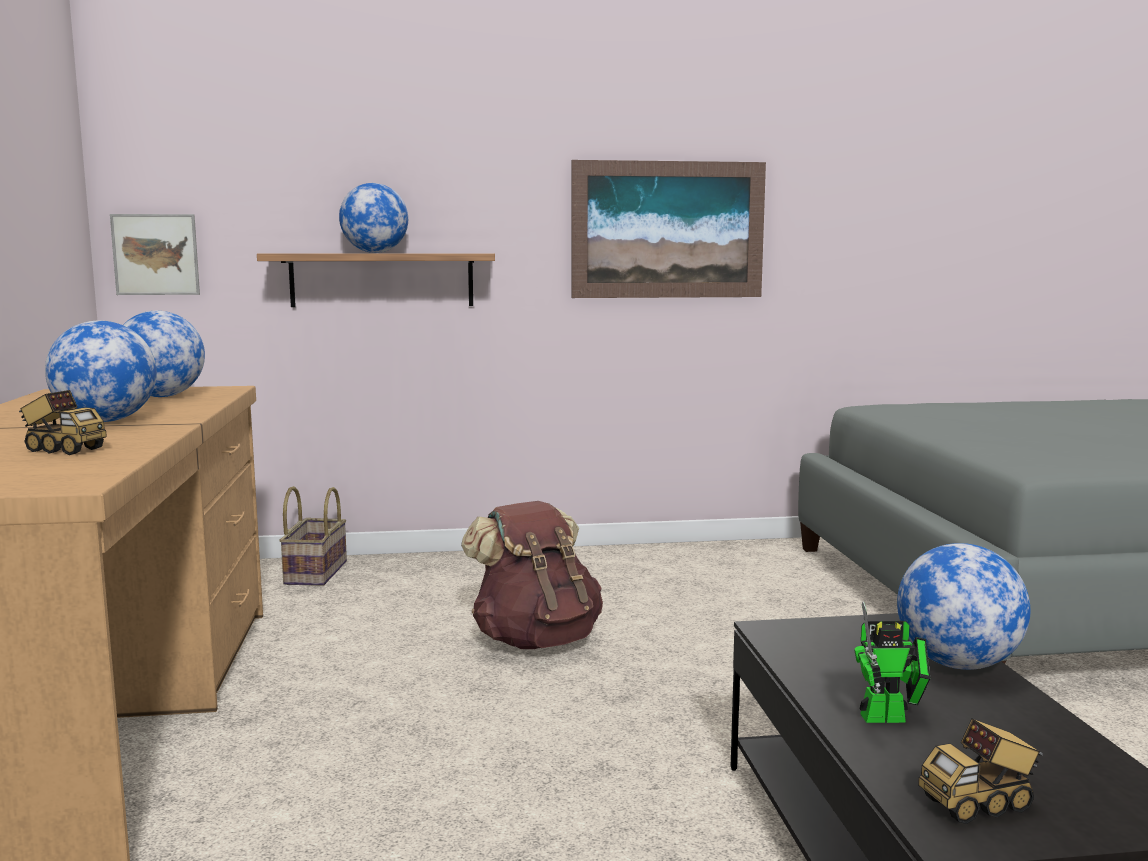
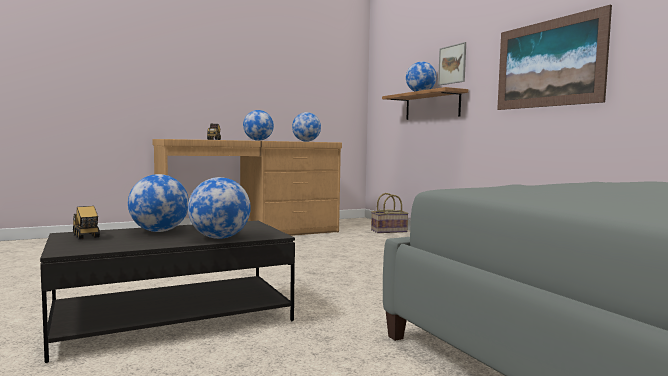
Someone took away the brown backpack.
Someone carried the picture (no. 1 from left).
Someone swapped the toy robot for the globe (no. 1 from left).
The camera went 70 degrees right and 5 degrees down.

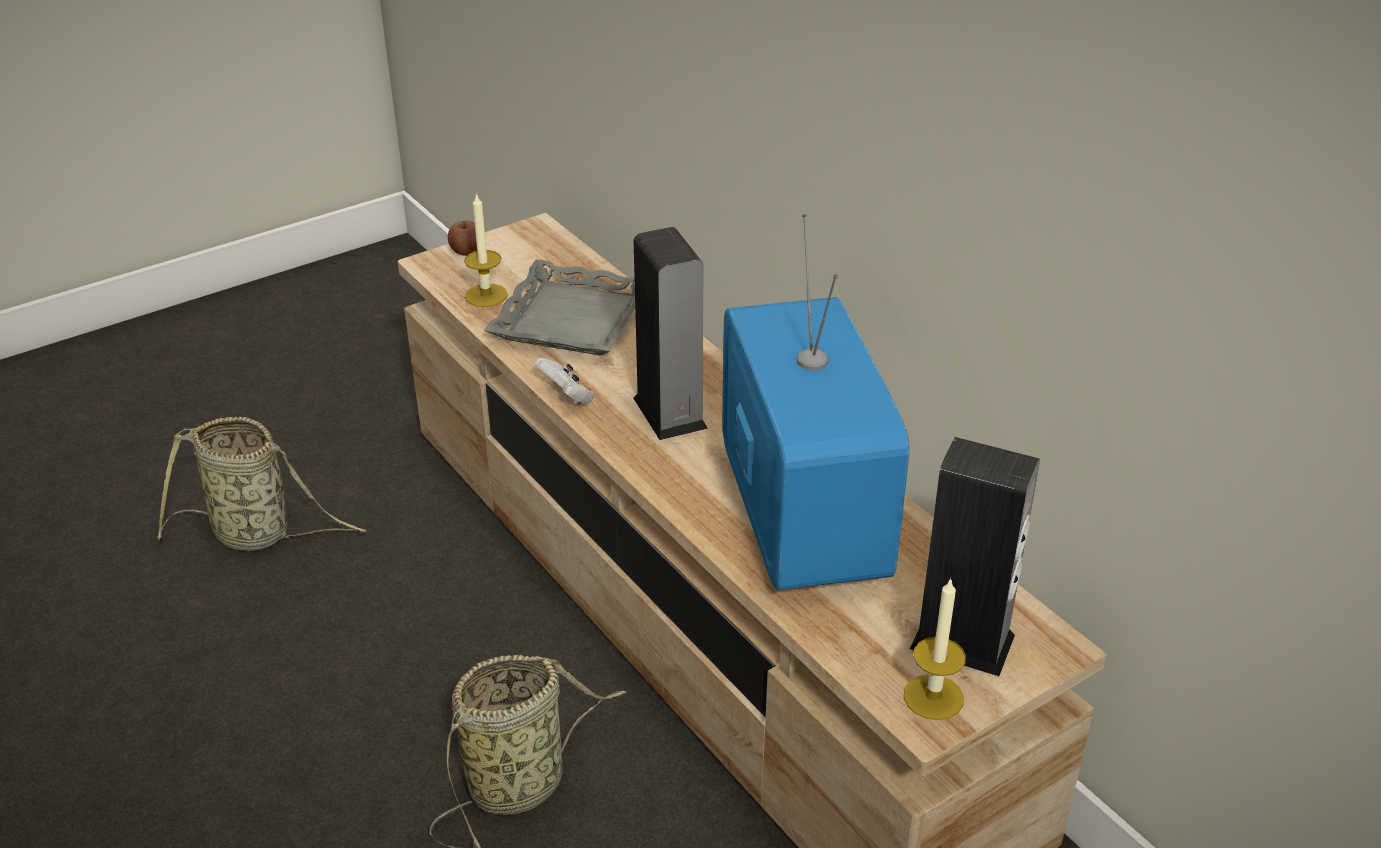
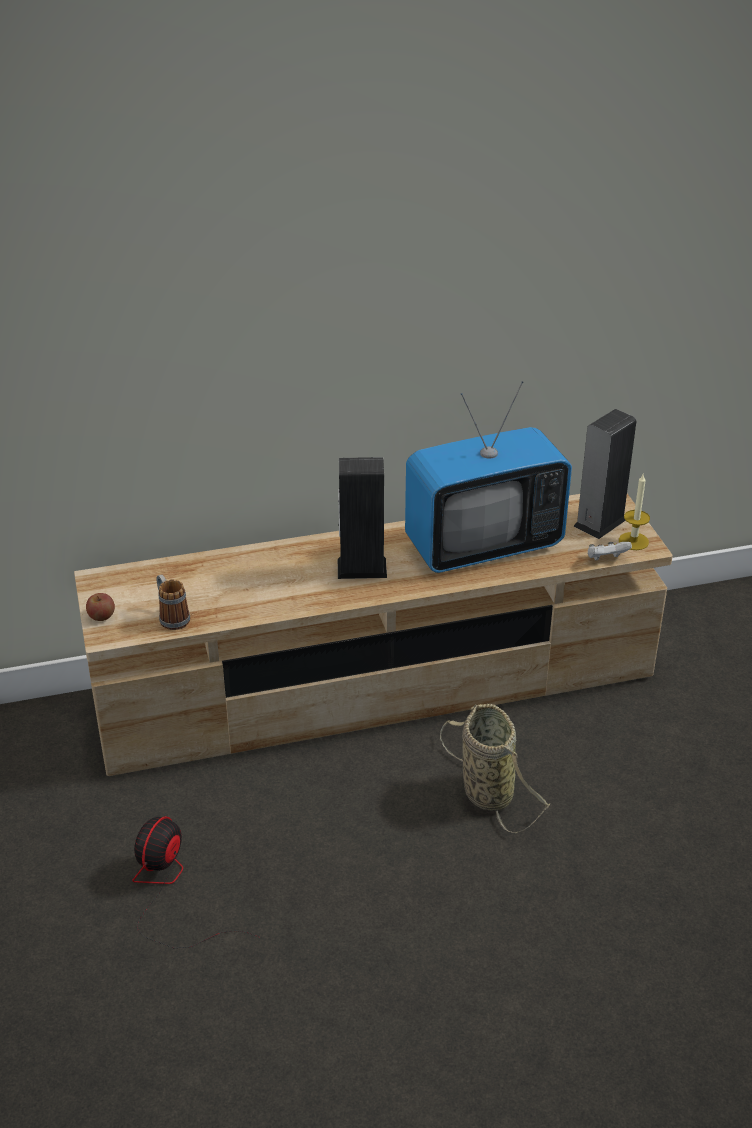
Someone took away the grey tray.
Someone carried the white game controller.
Someone swapped the basket (no. 1 from left) for the fan.
Someone swapped the candle (no. 1 from left) for the mug.
Someone rotated the television by 150 degrees clockwise.
The camera went 70 degrees left and 0 degrees up.

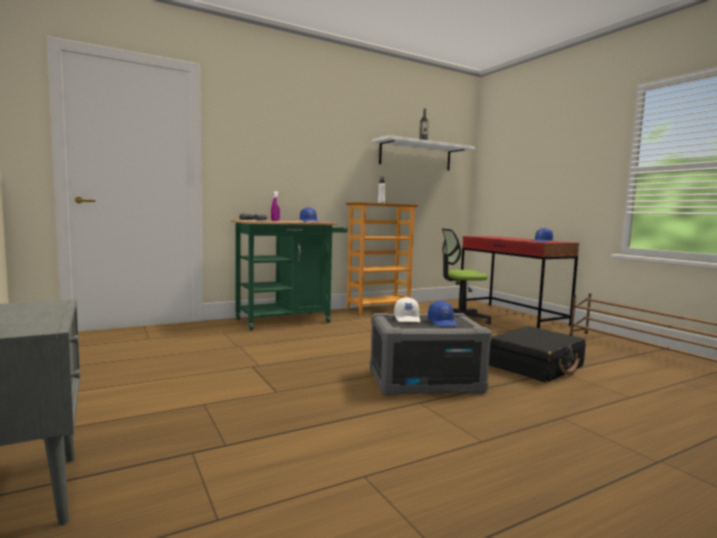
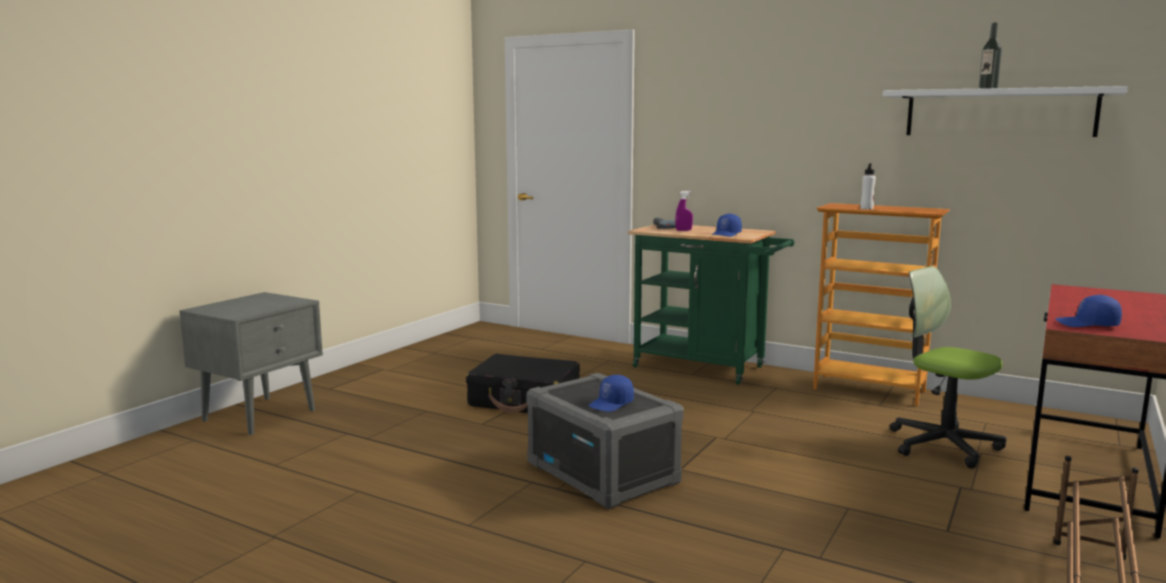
Someone took away the white cap.
Someone carried the black suitcase.
The camera went 60 degrees right and 5 degrees up.

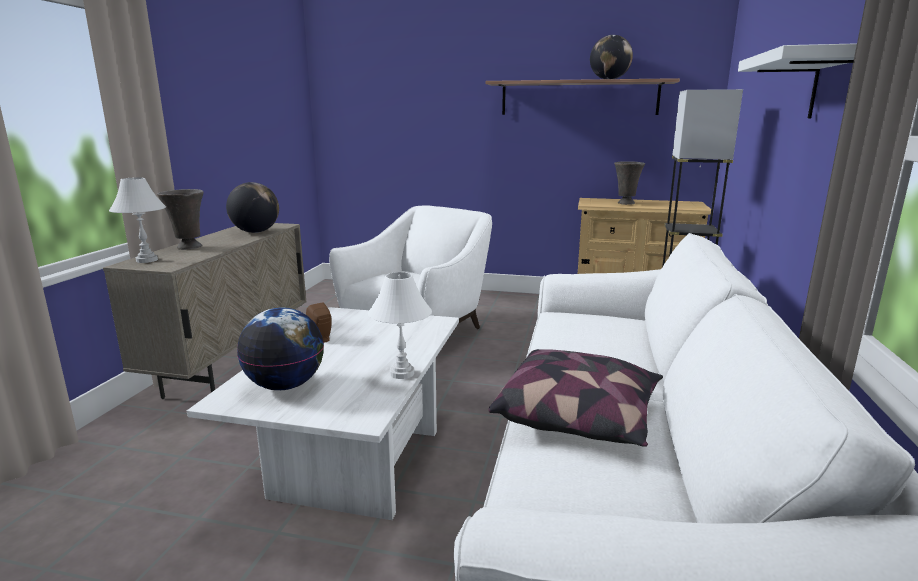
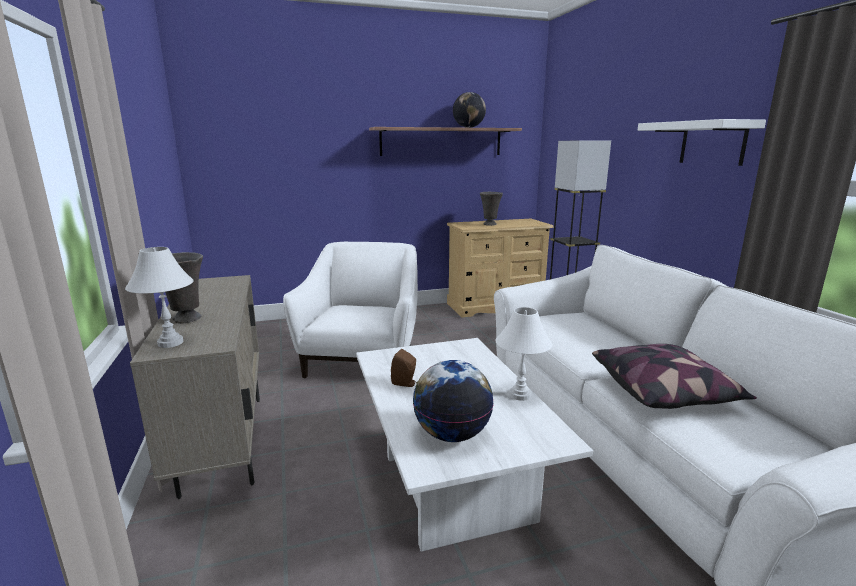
Someone took away the globe (no. 1 from left).
The camera went 30 degrees left and 0 degrees up.

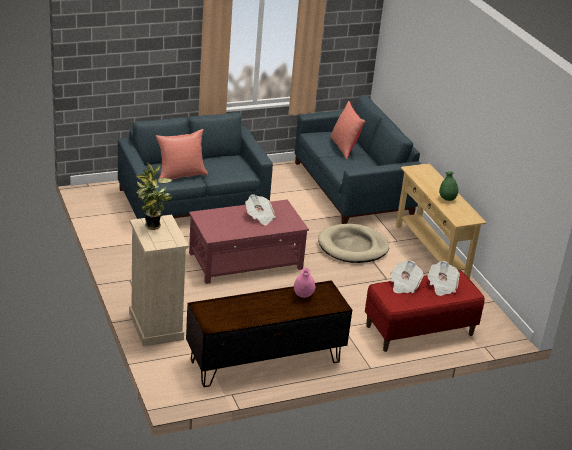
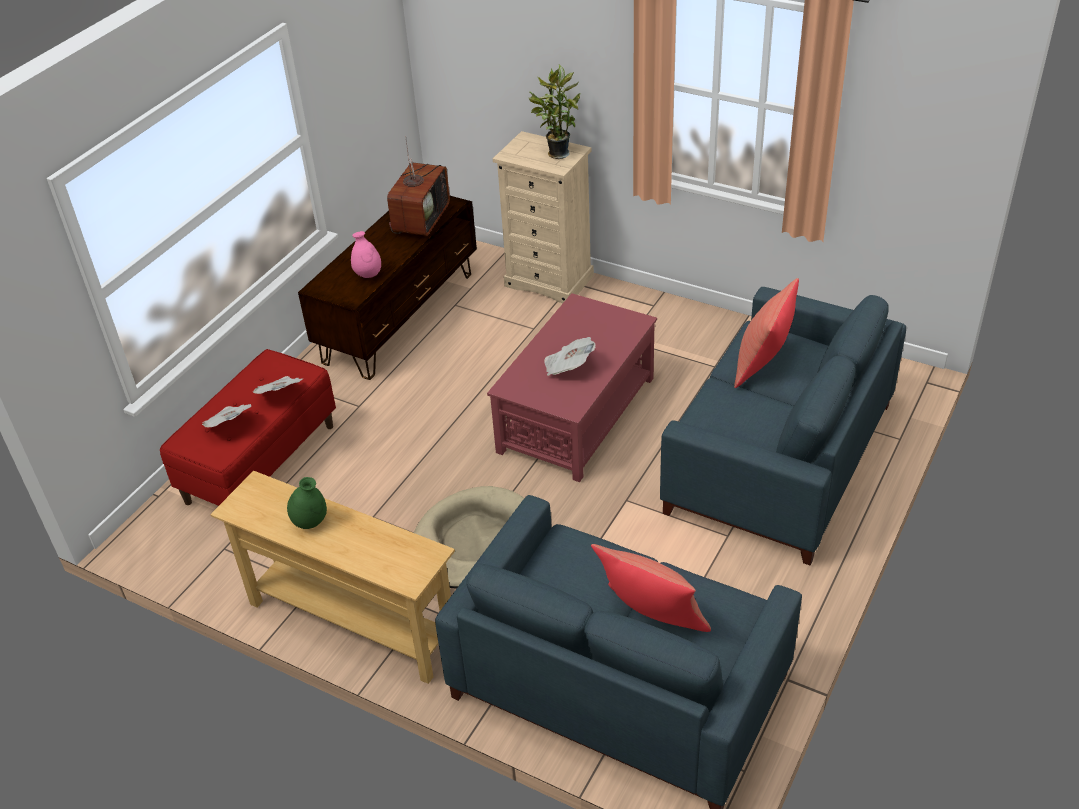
Someone put down the television.
The camera went 145 degrees right and 10 degrees up.

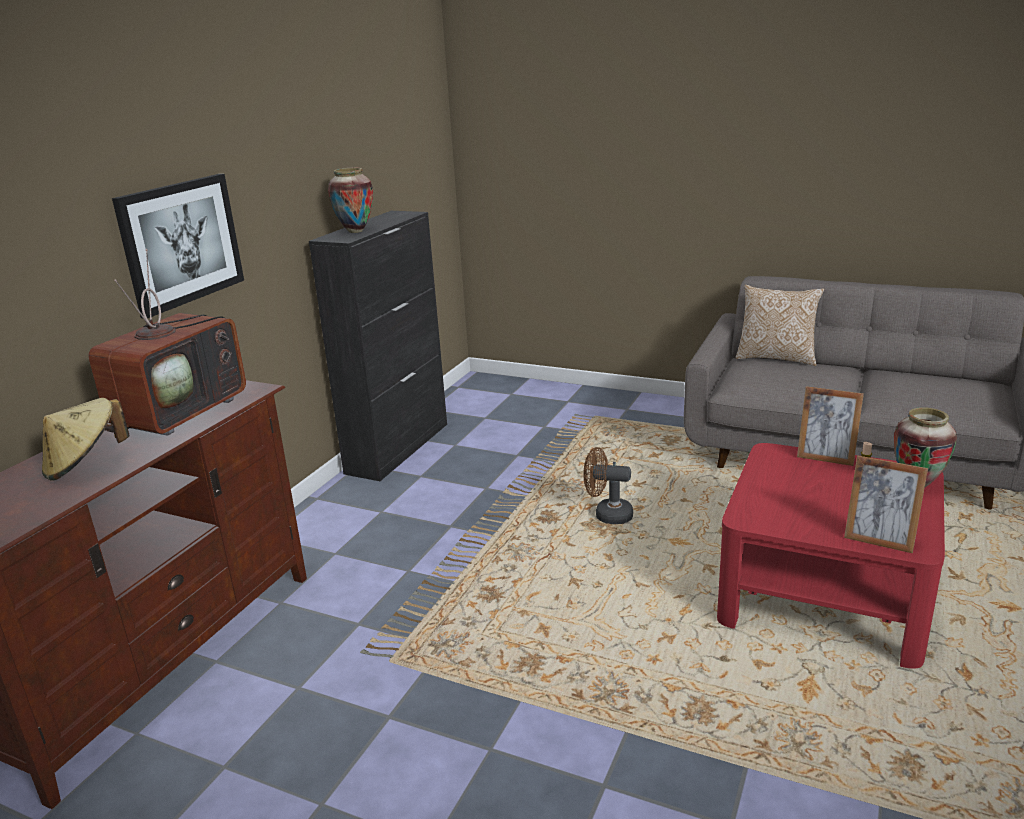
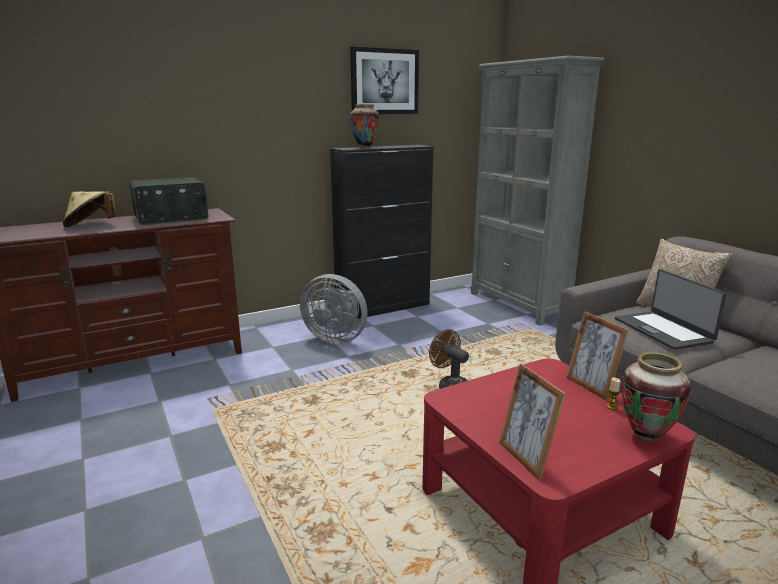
Someone put down the grey fan.
Someone put down the grey bookcase.
Someone put down the laptop.
Someone carried the picture.
Someone swapped the television for the radio.
The camera went 35 degrees right and 5 degrees down.

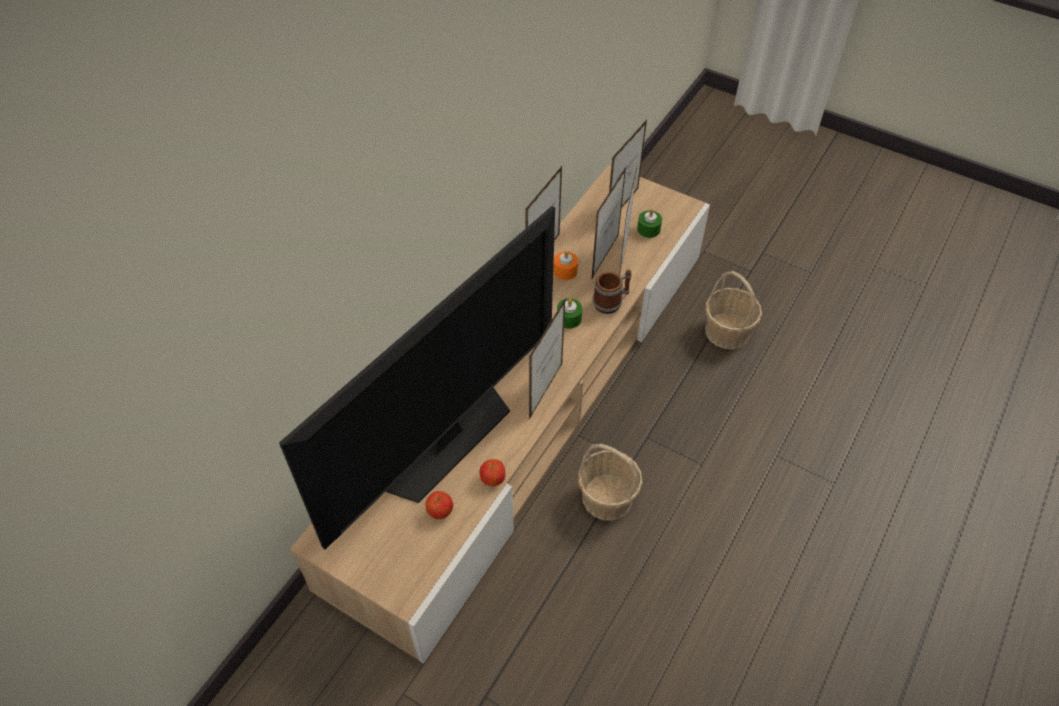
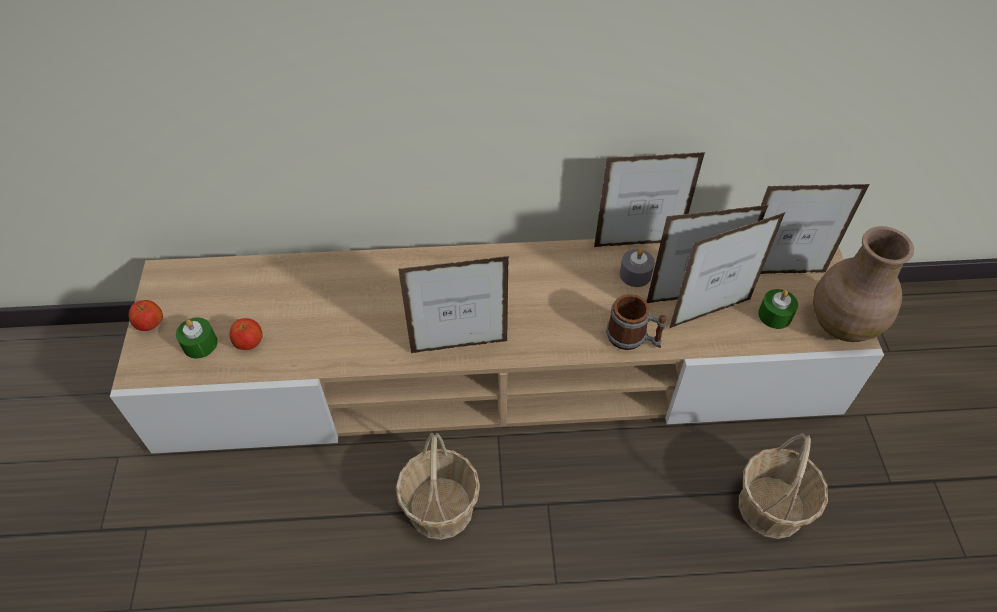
Someone took away the television.
Someone put down the brown vase.
Someone carried the apple (no. 2 from left in the first image).
Someone carried the green candle (no. 1 from left).
Someone repainted the orange candle, which became the grey candle.
The camera went 55 degrees right and 0 degrees up.

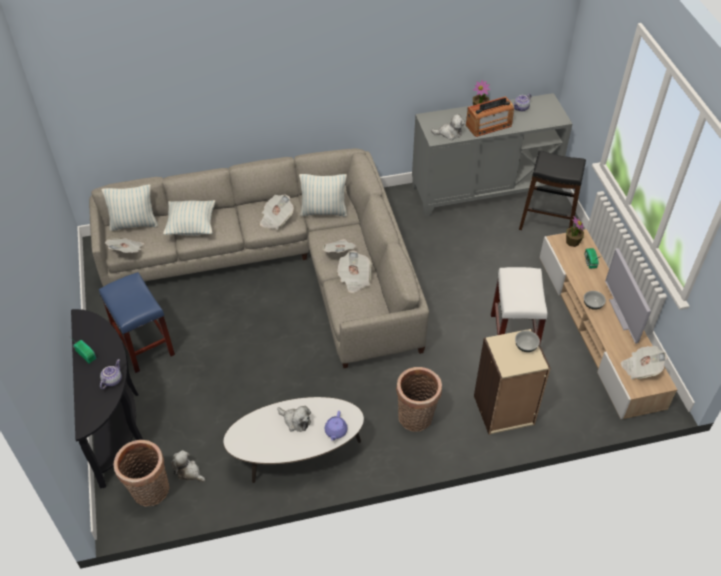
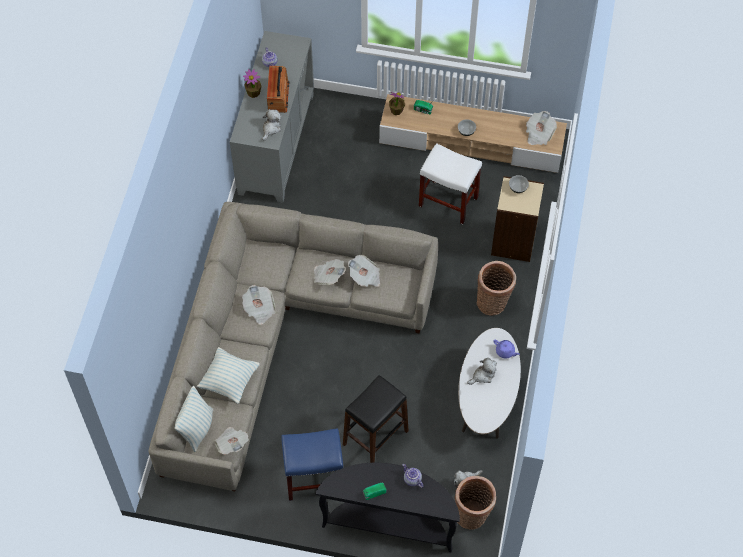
Someone took away the pillow (no. 3 from left).
Someone took away the television.
Someone carried the black stool.
The camera went 65 degrees left and 10 degrees up.

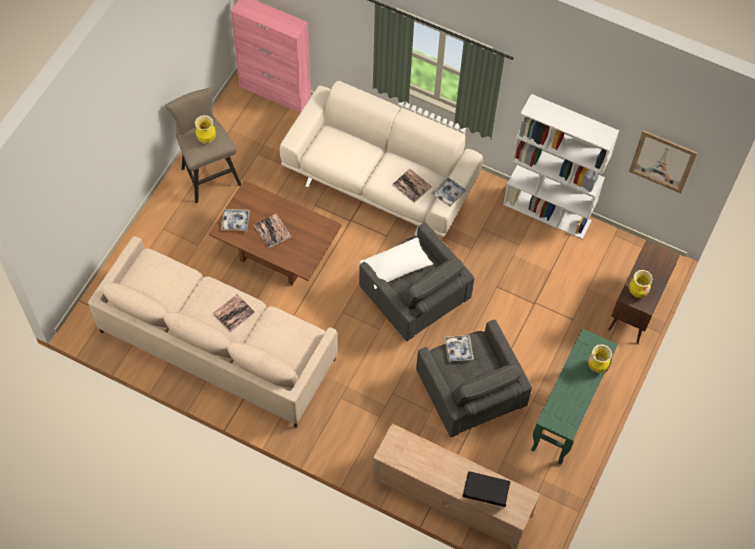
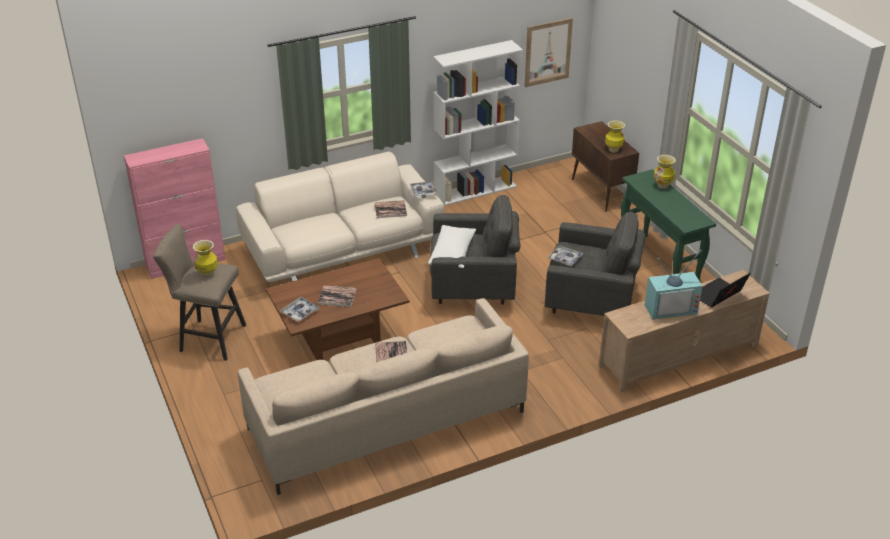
Someone put down the television.
The camera went 50 degrees left and 25 degrees down.

